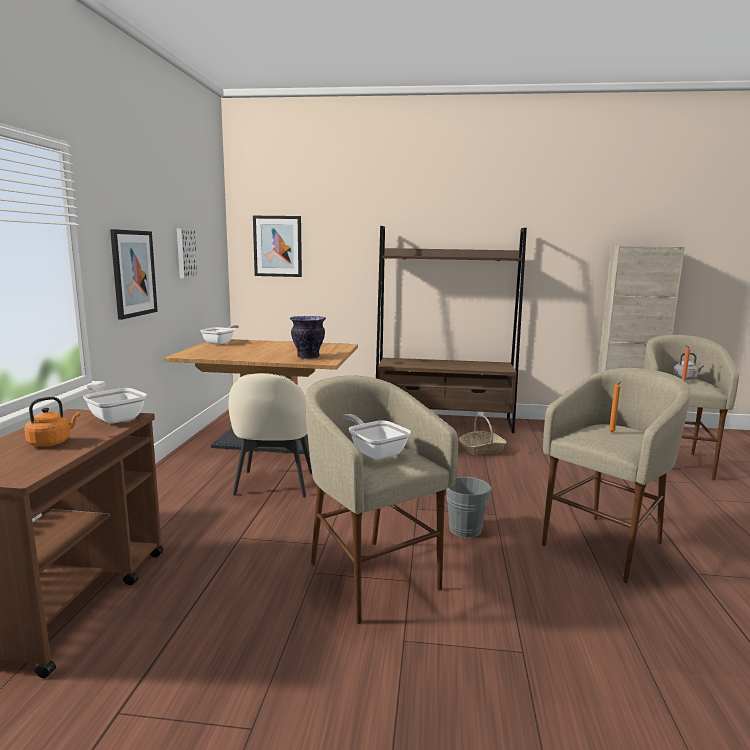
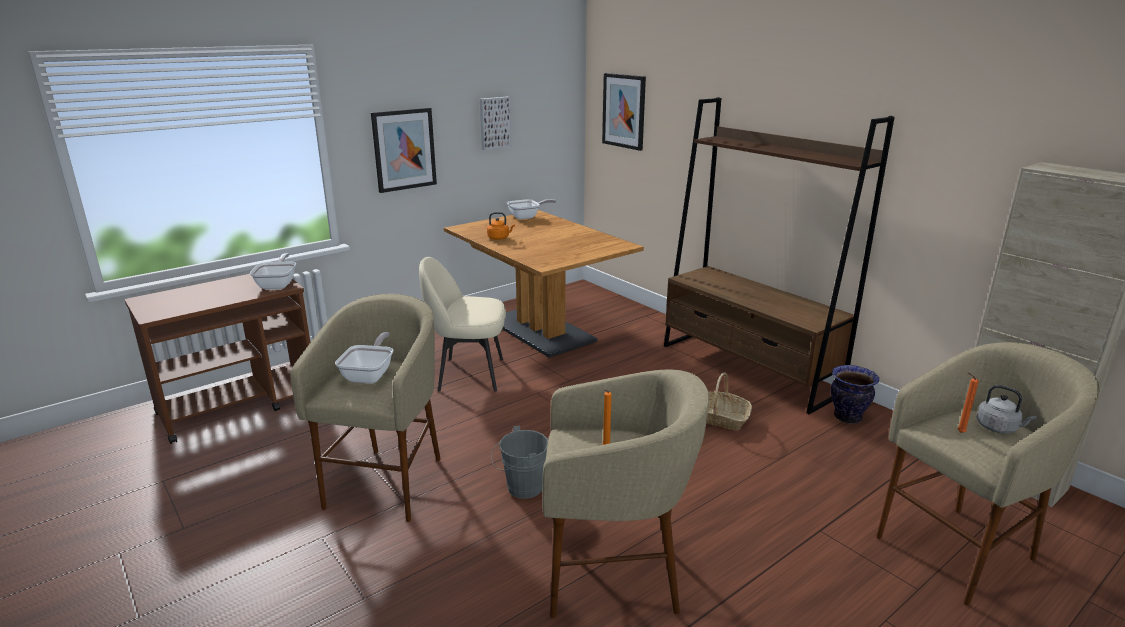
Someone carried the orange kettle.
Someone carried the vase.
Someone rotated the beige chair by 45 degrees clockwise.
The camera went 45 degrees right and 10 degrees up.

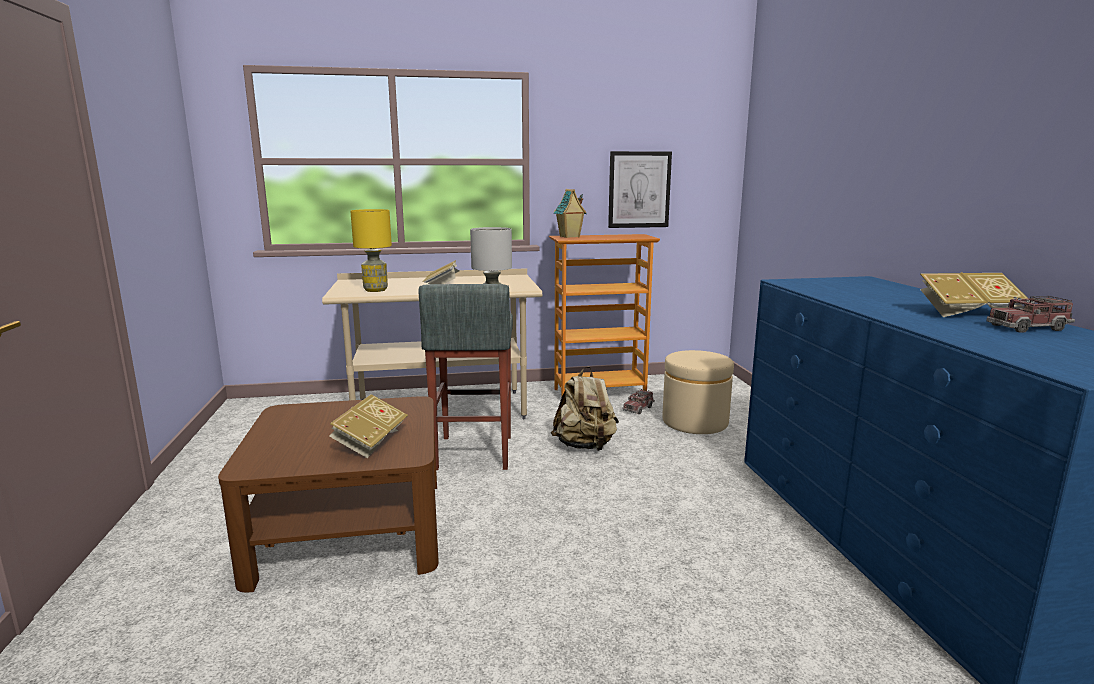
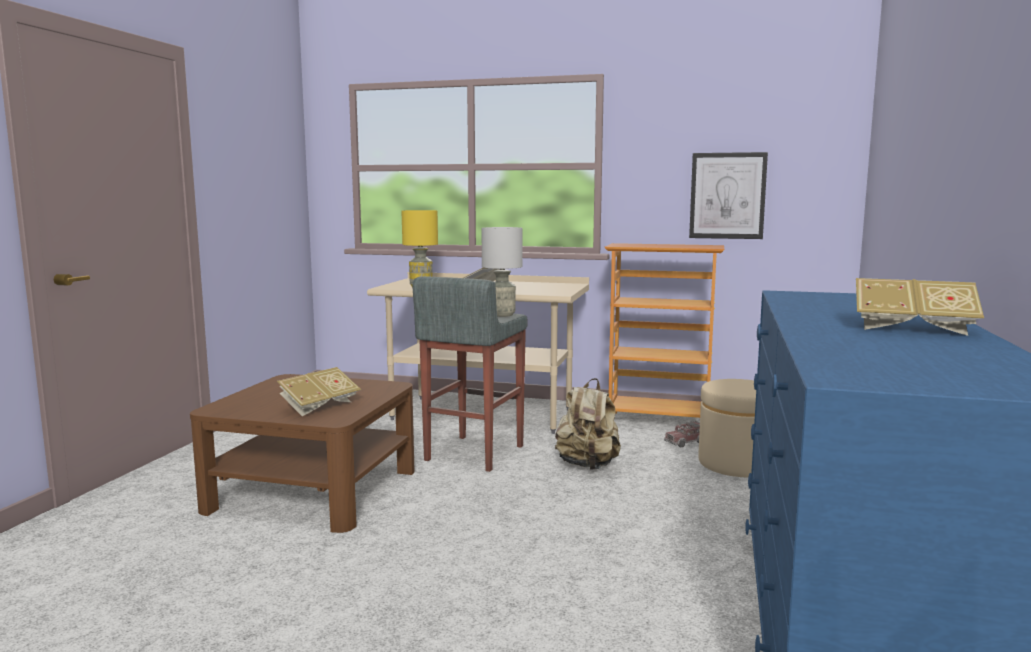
Someone took away the toy house.
Someone took away the toy truck (no. 2 from left).
The camera went 25 degrees right and 5 degrees down.

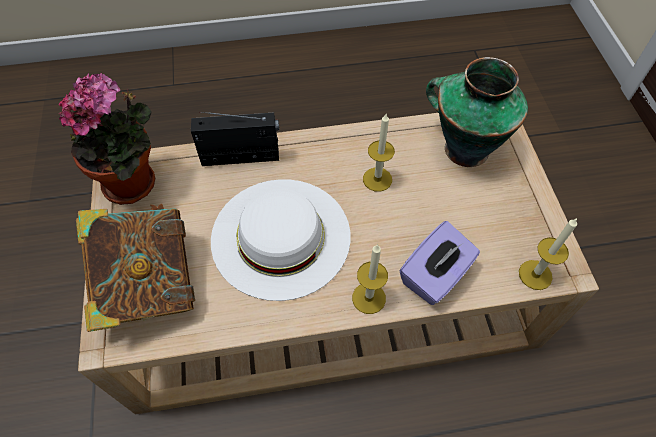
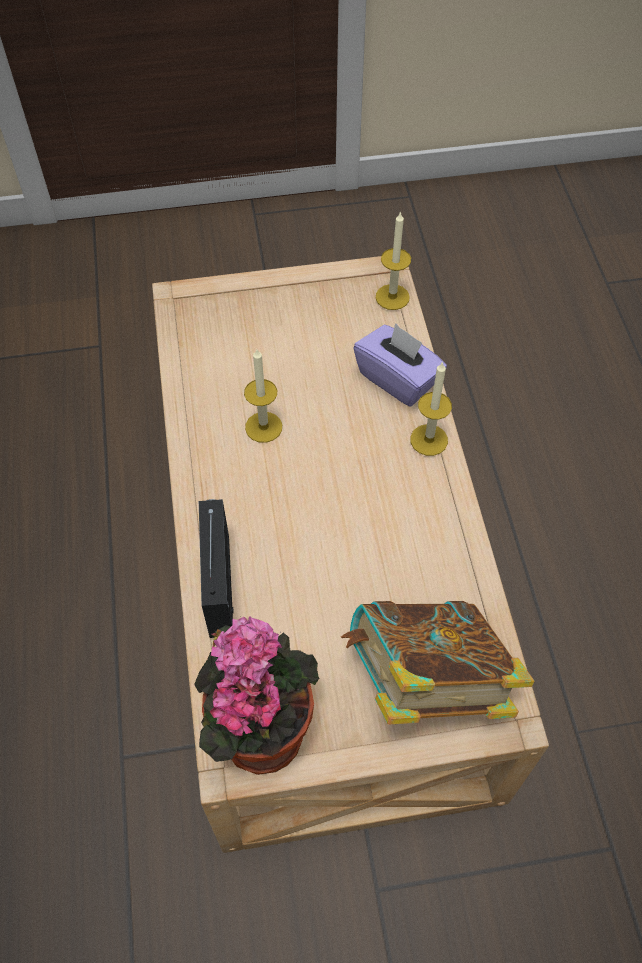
Someone took away the white hat.
Someone took away the vase.
The camera went 90 degrees left and 0 degrees up.

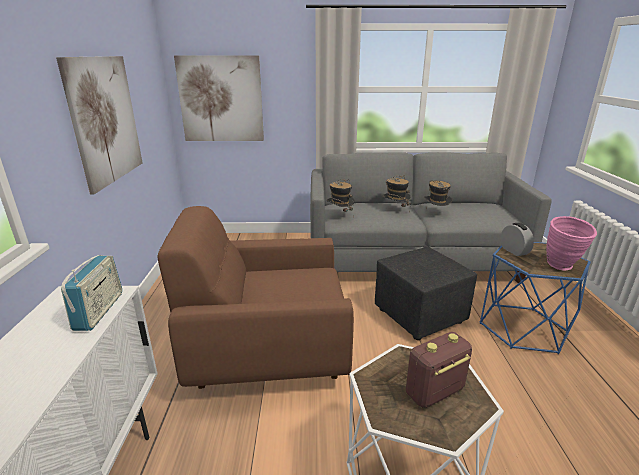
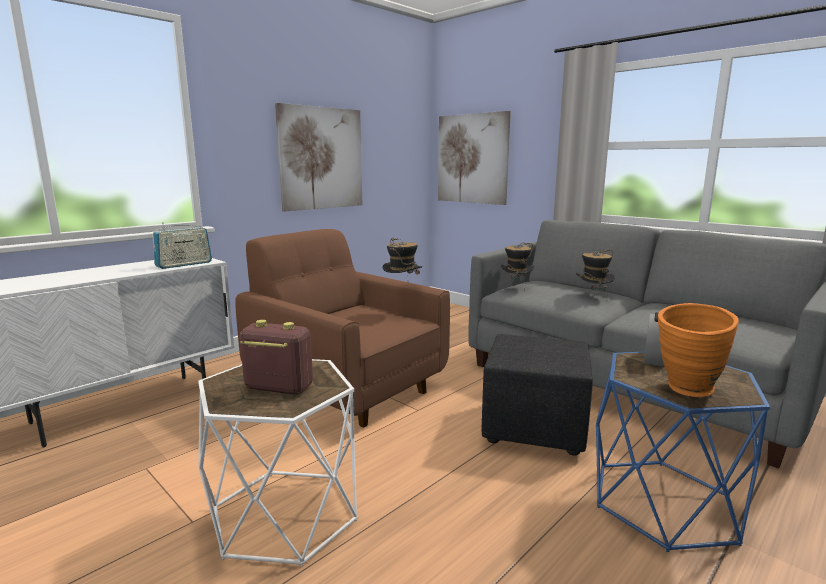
Someone carried the hat (no. 3 from left in the first image).
Someone repainted the pink vase, which became the orange vase.
The camera went 45 degrees right and 10 degrees down.

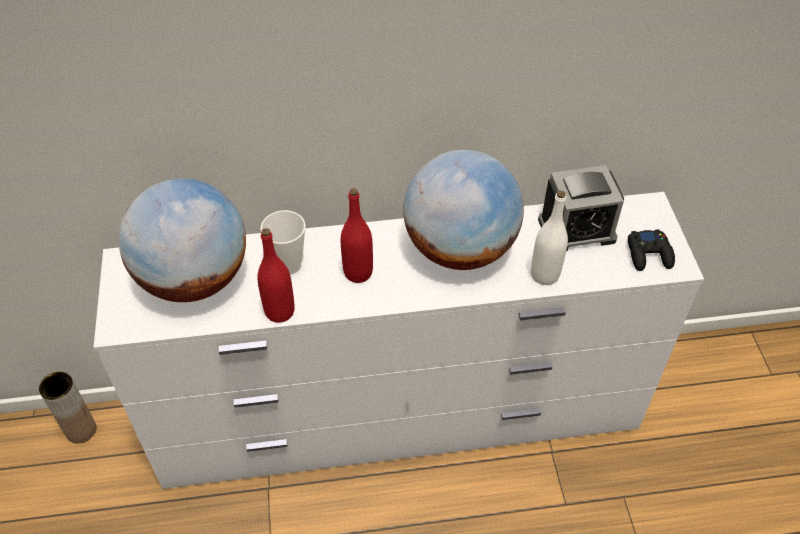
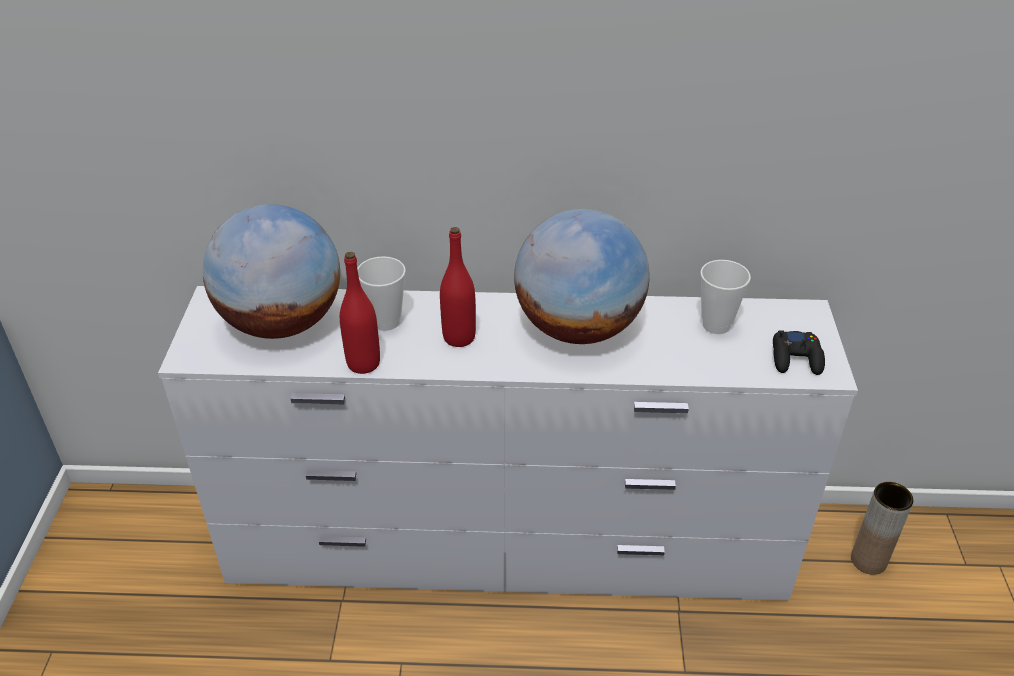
Someone took away the white bottle.
Someone carried the brown vase.
Someone swapped the alarm clock for the cup (no. 2 from left).
The camera went 10 degrees right and 10 degrees down.

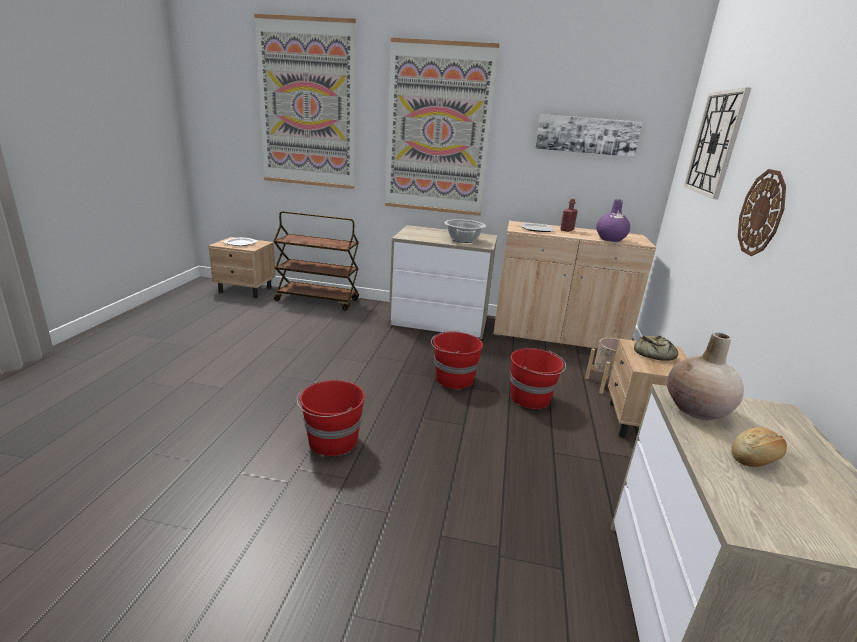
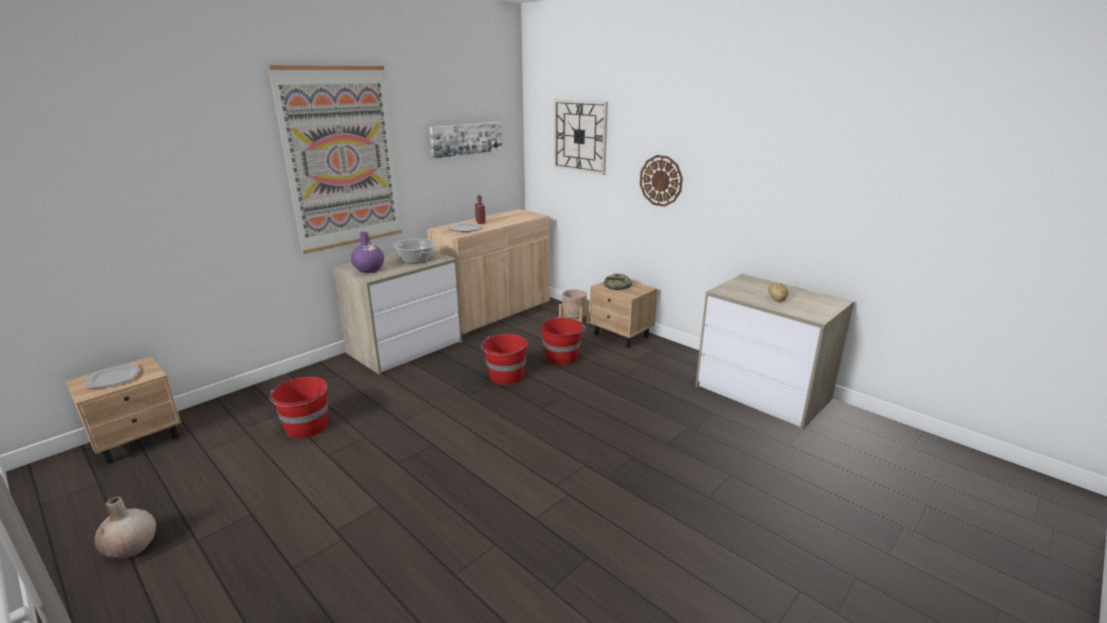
Someone took away the picture (no. 1 from left).
Someone took away the brown cart.
Someone carried the red bucket (no. 1 from left).
Someone carried the purple vase.
Someone carried the beige vase.
The camera went 55 degrees left and 0 degrees up.

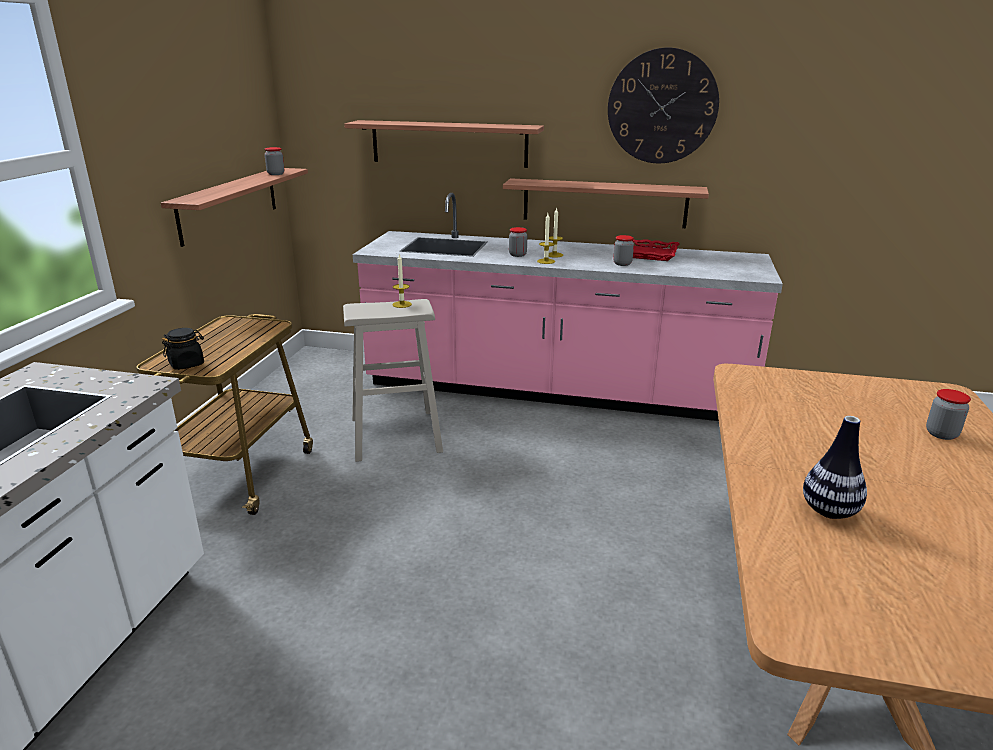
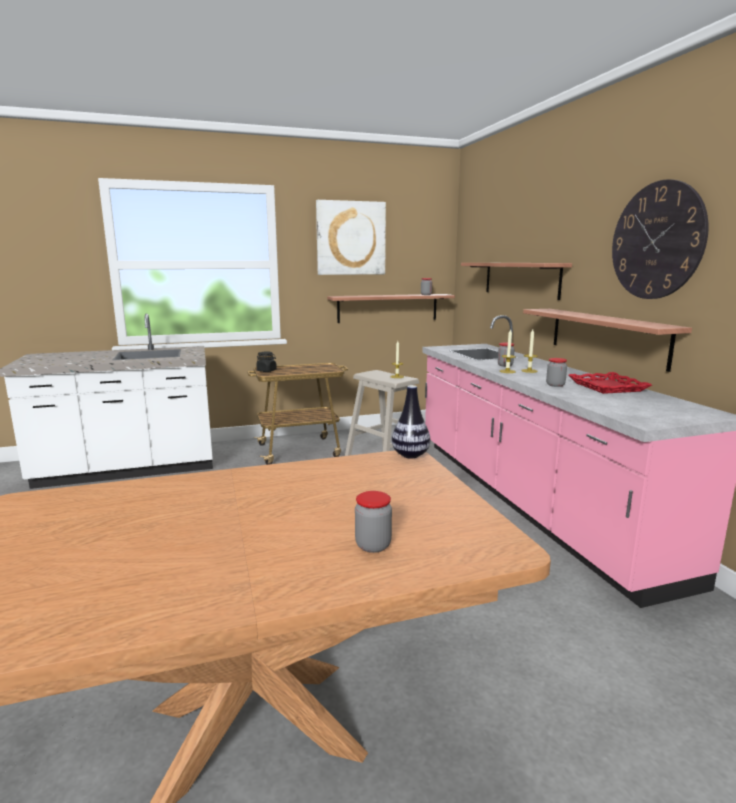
Someone put up the picture.
Someone carried the vase.
The camera went 60 degrees right and 10 degrees down.

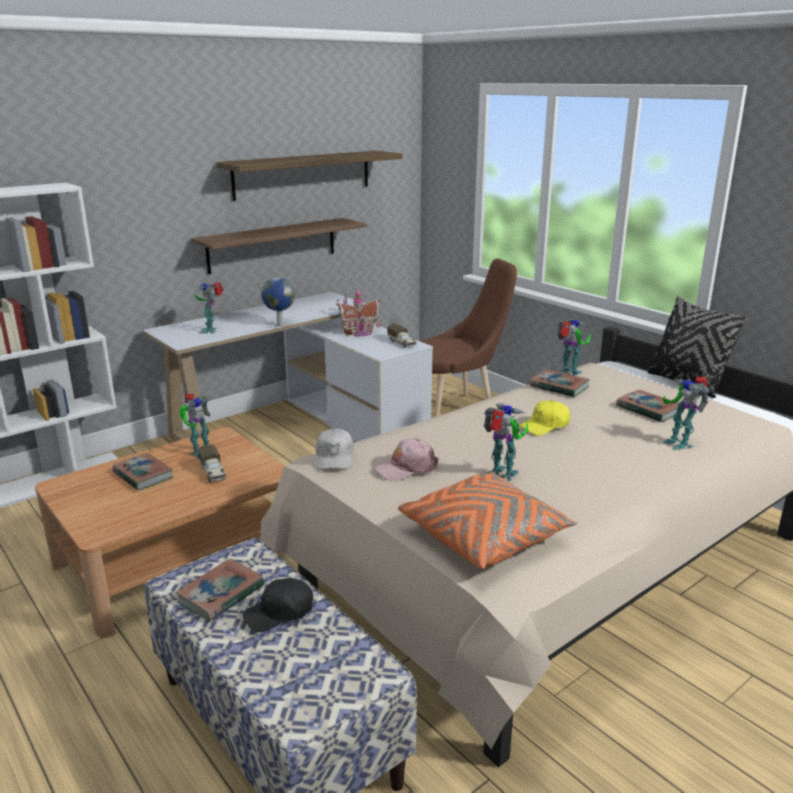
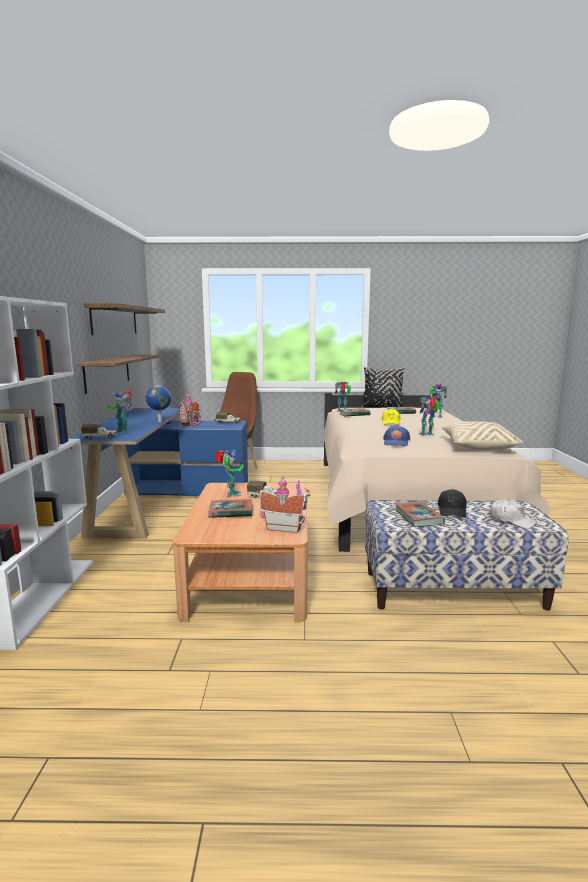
Someone put down the toy truck (no. 1 from left).
Someone put down the toy house (no. 2 from left).
Someone carried the white cap.
Someone repainted the white desk, which became the blue desk.
Someone repainted the pink cap, which became the blue cap.
Someone repainted the orange pillow, which became the beige pillow.
The camera went 50 degrees left and 10 degrees down.

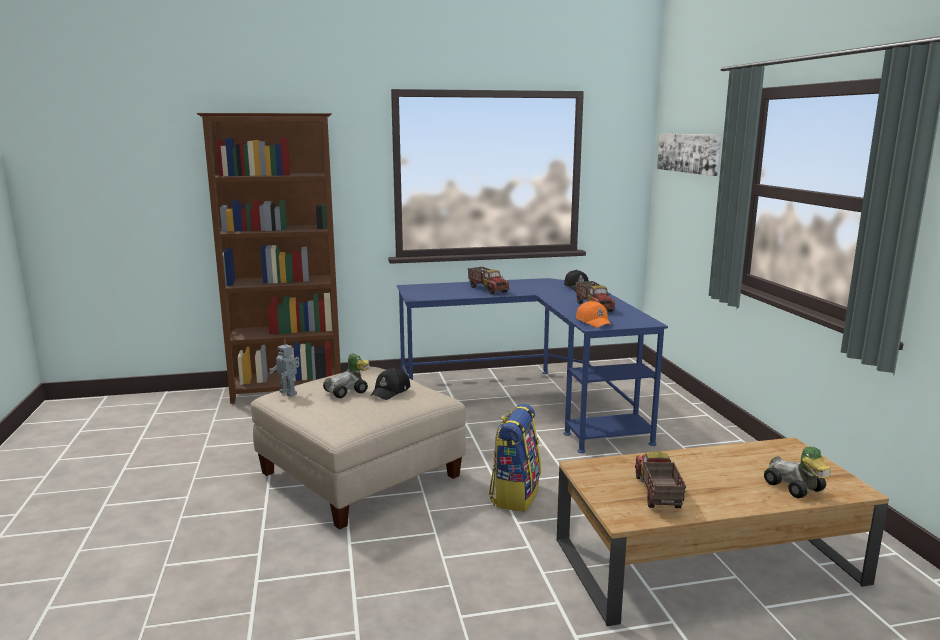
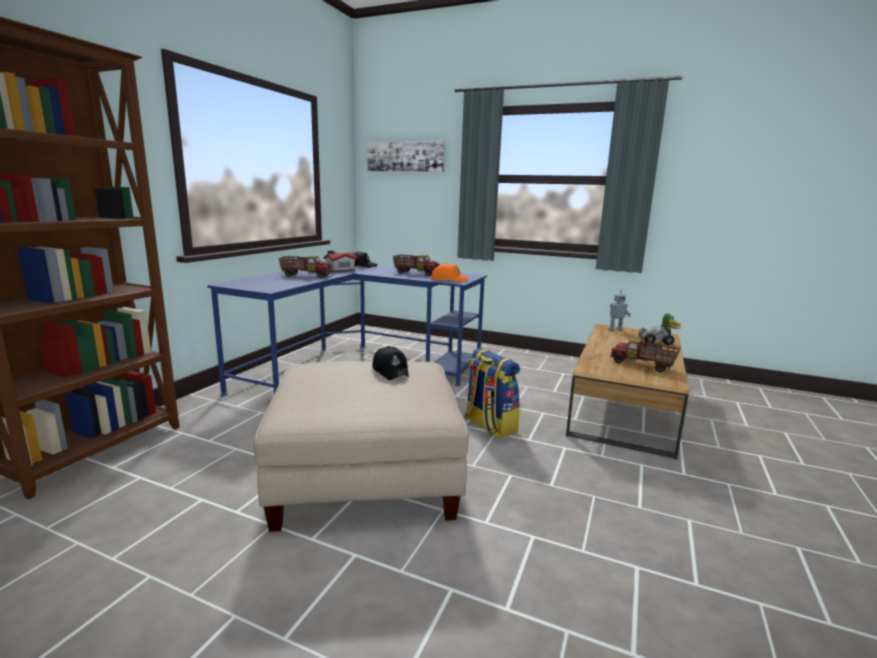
Someone took away the toy car (no. 1 from left).
Someone put down the toy house.
Someone carried the toy robot.
The camera went 55 degrees left and 0 degrees up.

